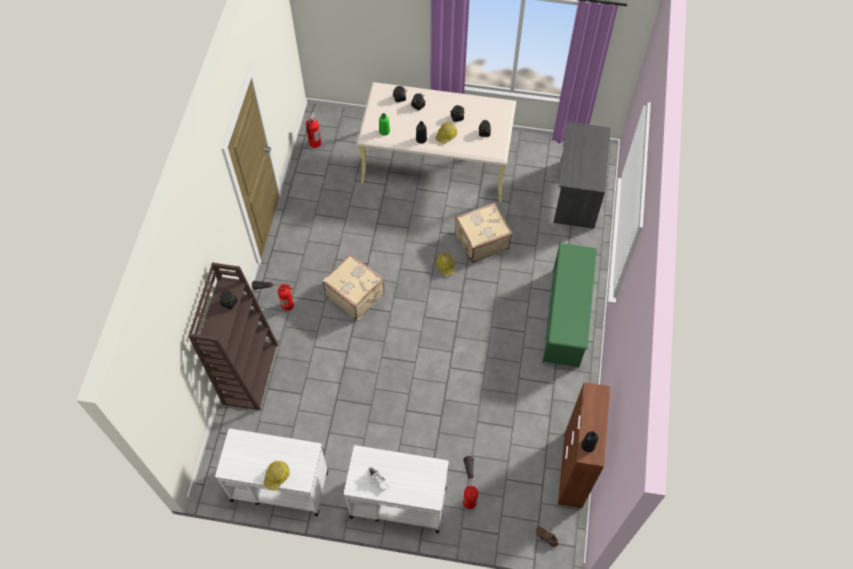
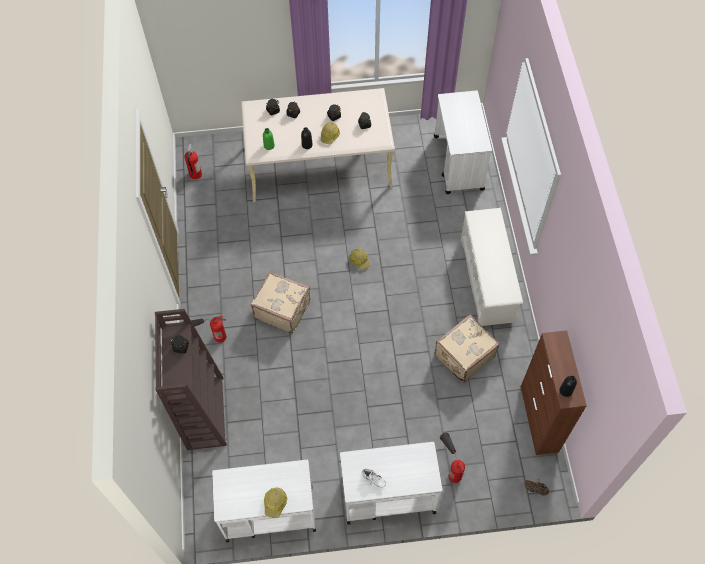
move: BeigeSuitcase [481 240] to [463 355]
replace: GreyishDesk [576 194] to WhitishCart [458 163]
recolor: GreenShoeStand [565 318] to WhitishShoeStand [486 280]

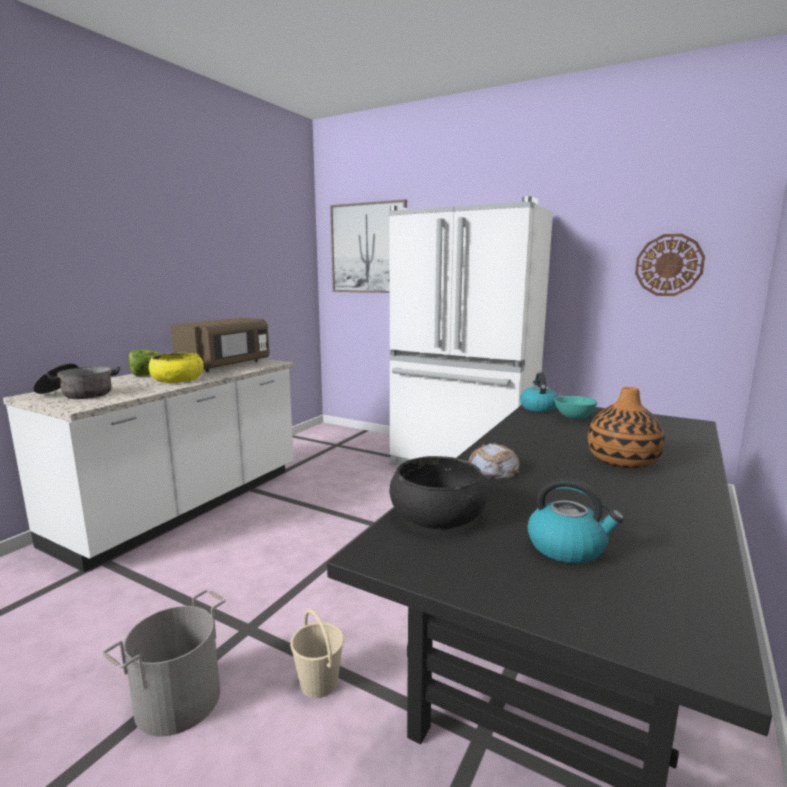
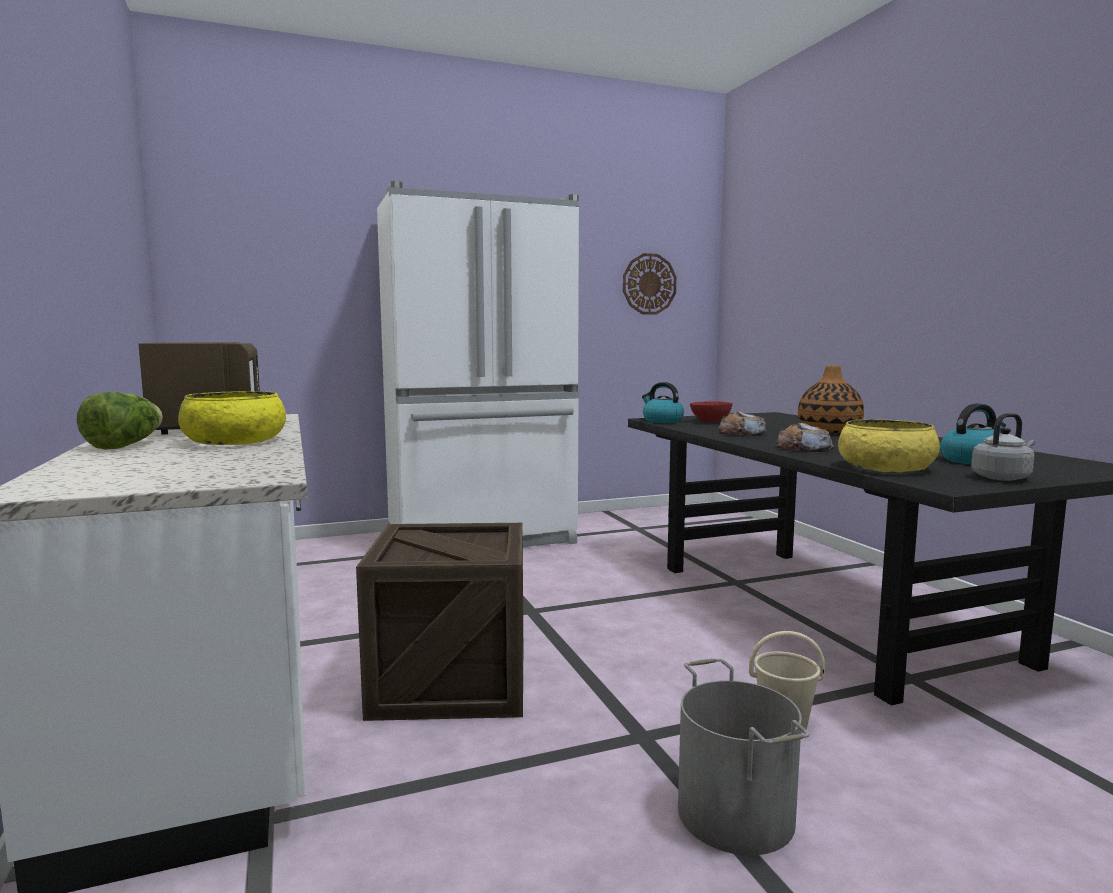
delete: Saucepot [77 394]; Picture [368 248]
insert: ShippingCrate [451 681]; BakeryBread [742 433]; GreyishTeaKettle [1002 477]
recolor: TurquoiseDeepDish [573 418] to ReddishDeepDish [709 422]; BlackColouredDeepDish [438 514] to YellowColouredDeepDish [886 468]

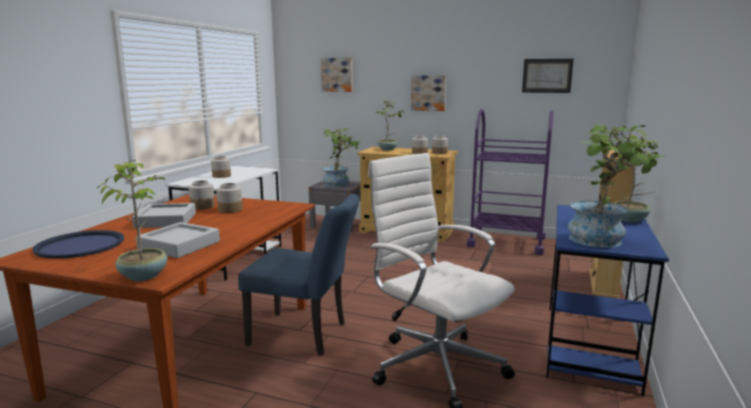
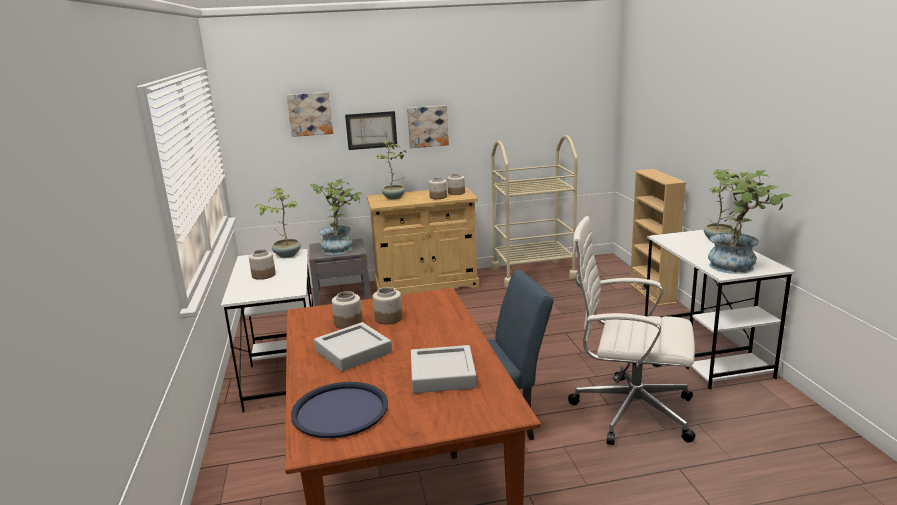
move: PottedPlant [144 275] to [287 255]; Picture [547 75] to [371 130]
recolor: PurpleCart [506 242] to BeigeCart [533 273]; BlueColouredDesk [589 346] to WhitishDesk [705 353]

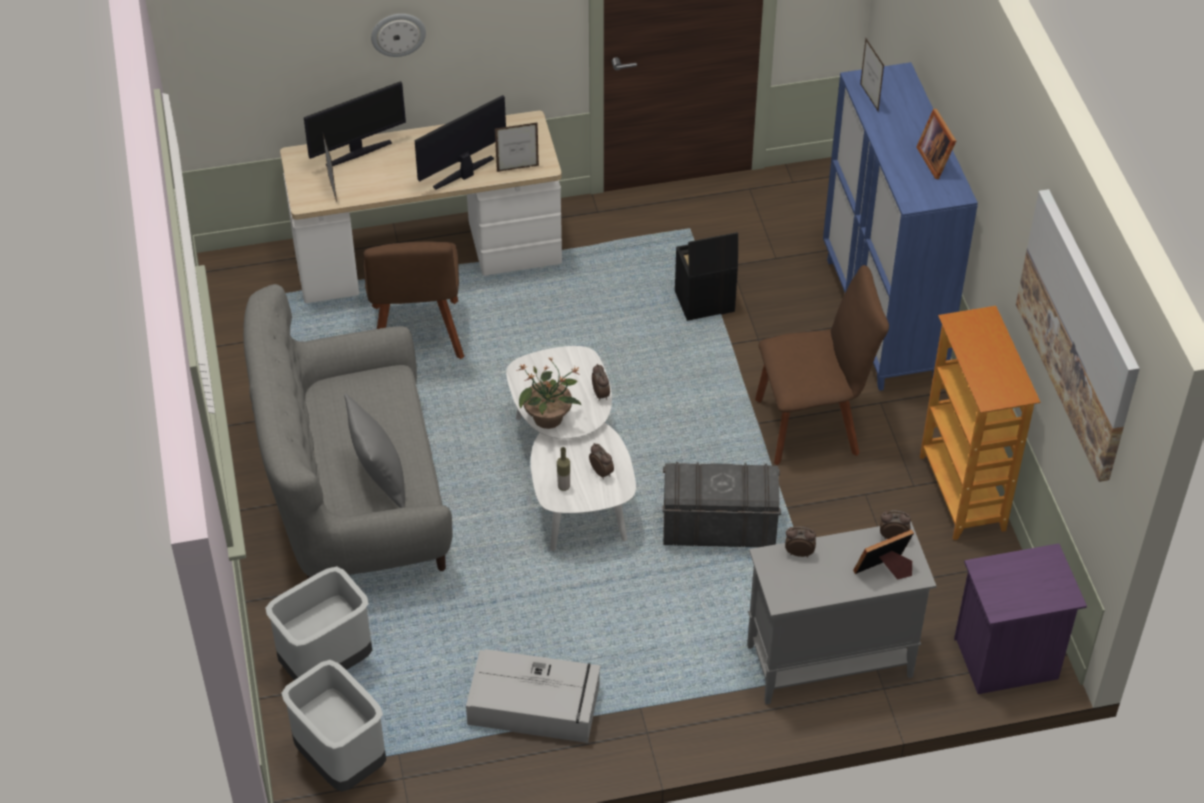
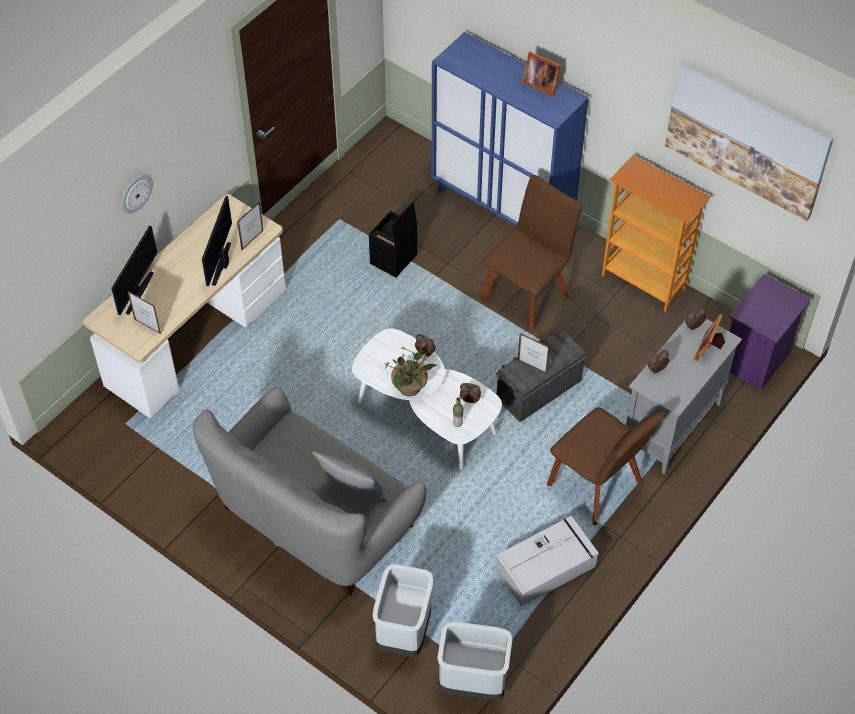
move: PictureFrame [869 98] to [532 367]; BrownColouredPlainChair [417 337] to [598 486]

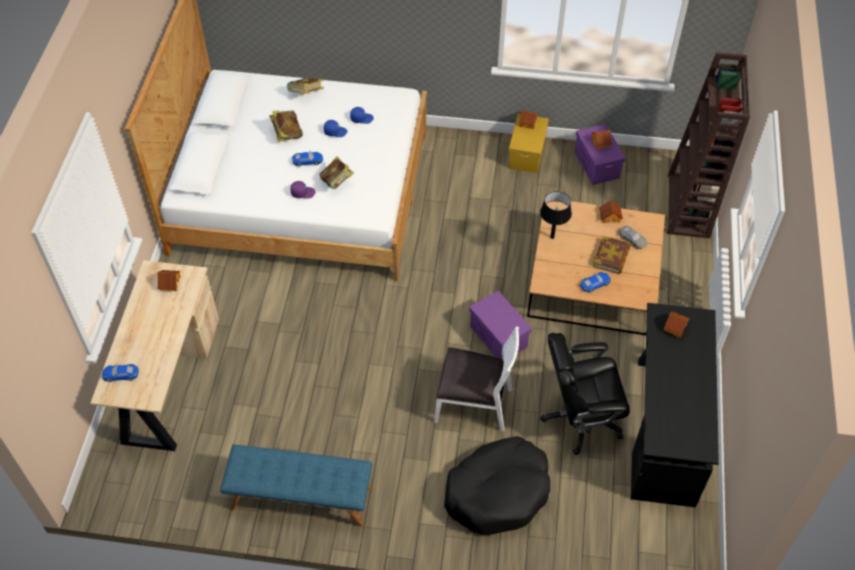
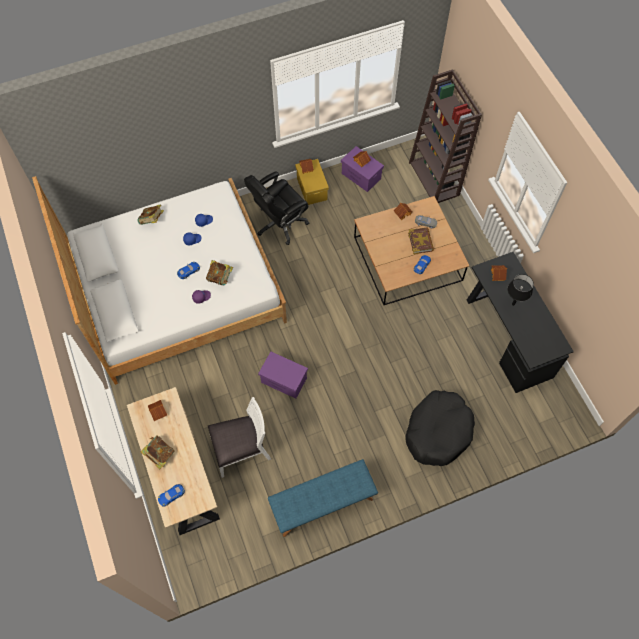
move: BoundBook [287 134] to [159 454]; WhitishPlainChair [474 403] to [241 449]; BlackColouredComputerChair [580 418] to [280 223]; PurpleStorageBin [498 336] to [283 380]; BlackColouredTabletopLamp [552 237] to [513 304]

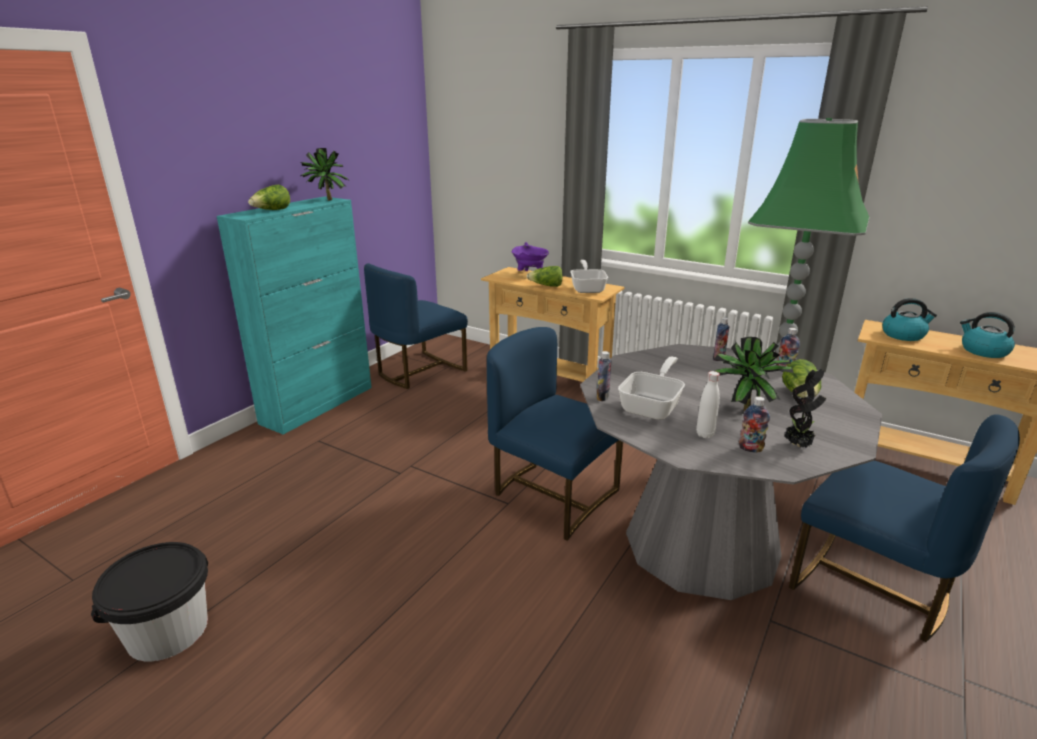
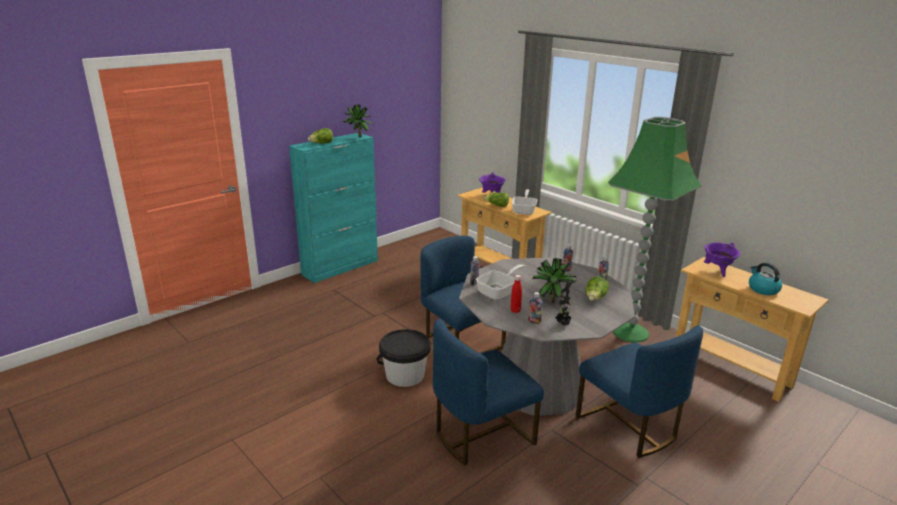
move: BlackColouredWaterBucket [168 631] to [405 375]; BlueColouredPlainChair [419 371] to [481 435]
replace: TeaKettle [903 335] to PurpleSaucepot [717 271]
recolor: WhitishBeverageBottle [705 434] to ReddishBeverageBottle [515 311]

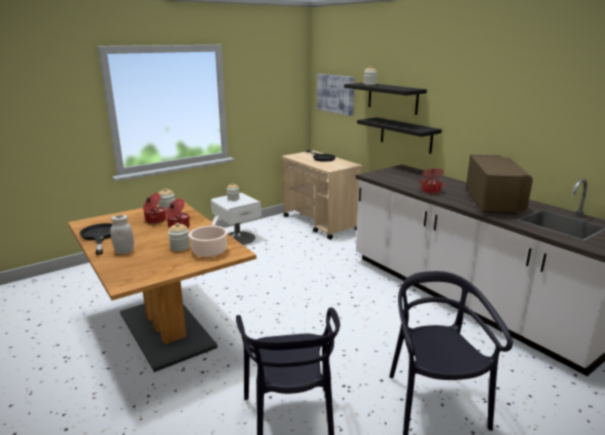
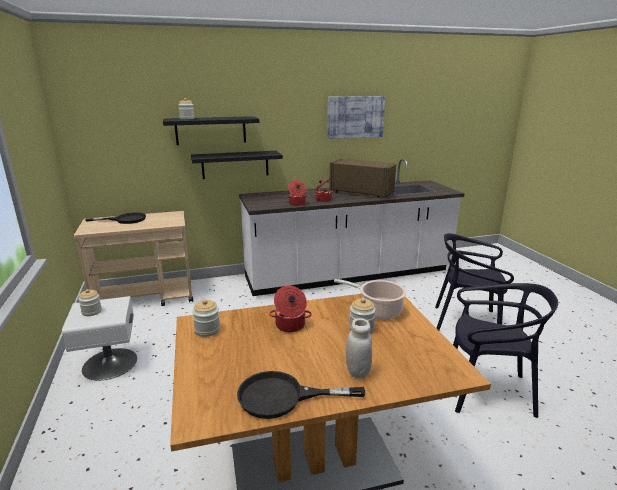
move: Saucepot [155 220] to [297 204]; Picture [335 94] to [355 117]

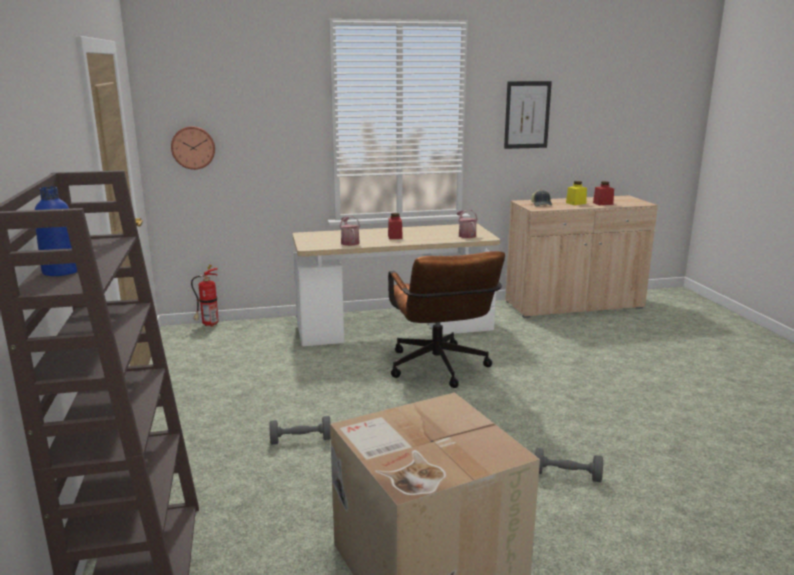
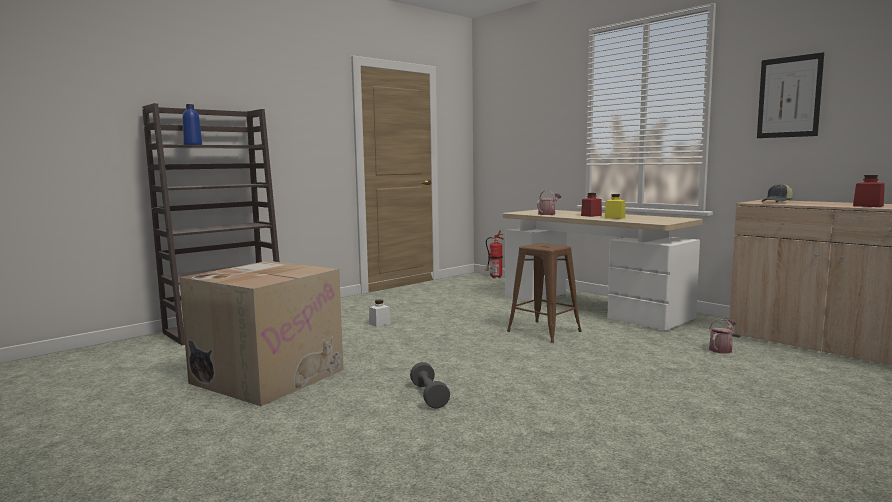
delete: HangingClock [193 147]
move: YellowColouredJar [576 203] to [614 218]; WateringCan [466 235] to [721 349]
replace: GreyishDumbbell [301 440] to WhitishJar [379 323]; BrownColouredComputerChair [439 370] to BrownColouredSittingStool [544 331]

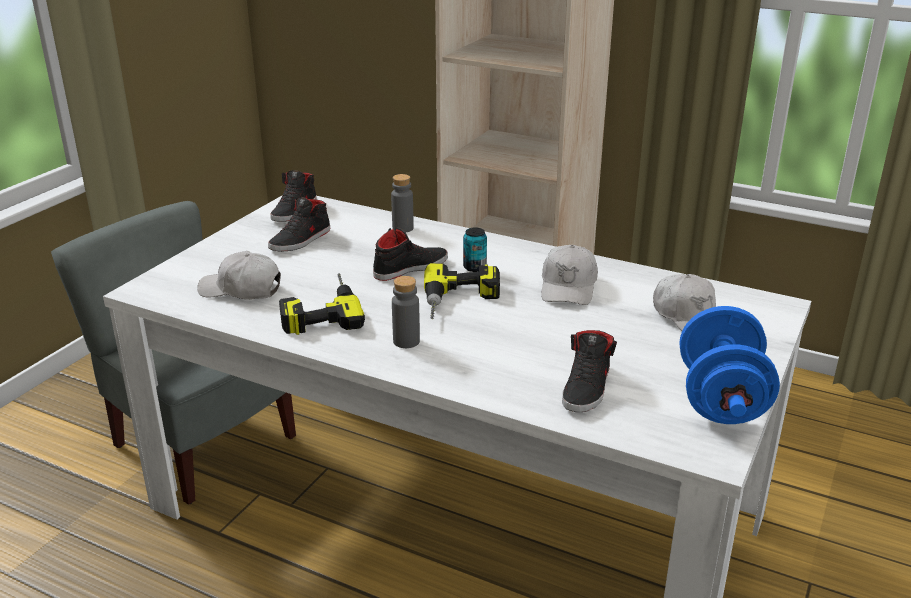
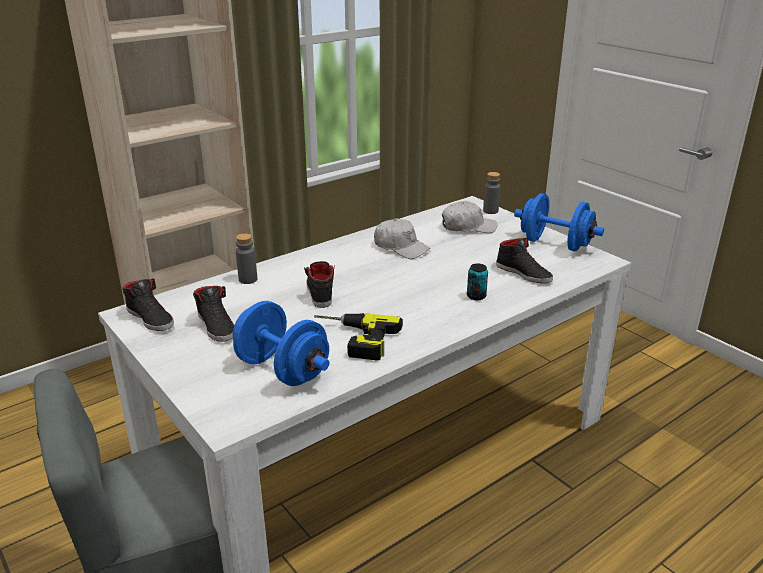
delete: PowerDrill [461 301]
move: MetalCan [474 267] to [476 296]; GreyishBeverageBottle [406 341] to [490 211]
replace: WhitishBaseballCap [241 290] to BlueColouredDumbbell [282 370]

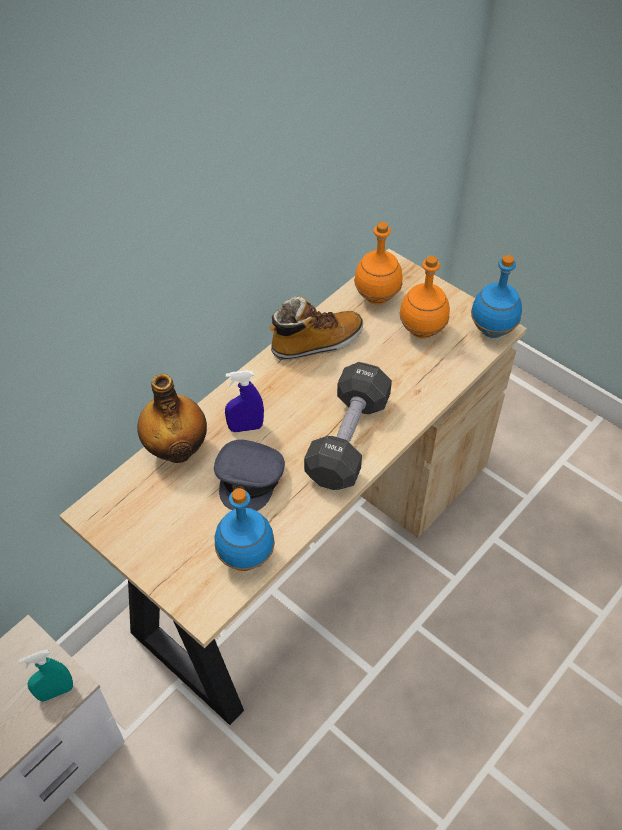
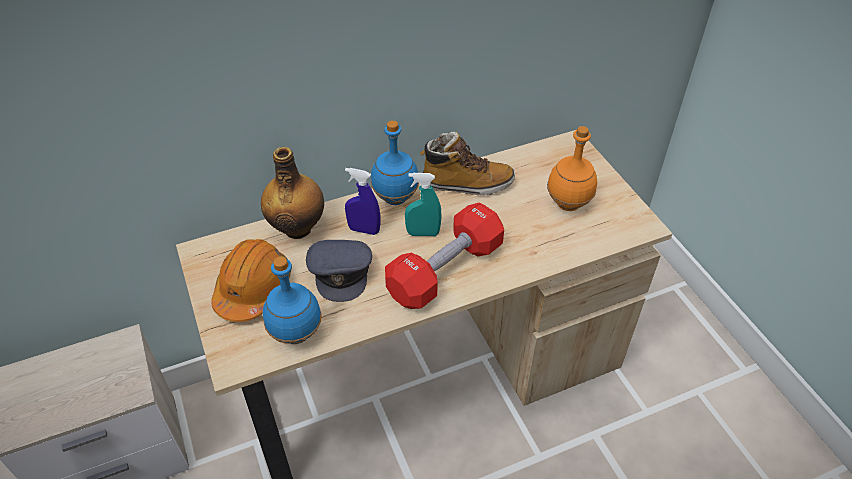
delete: OrangeColouredBeverageBottle [377 297]
insert: OrangeColouredWorkHelmet [253 289]
move: BlueColouredBeverageBottle [491 331] to [394 198]; TurquoiseSprayBottle [55 692] to [423 233]
recolor: BlackColouredDumbbell [348 439] to ReddishDumbbell [445 270]
rotate: GreyishBaseballCap [250 478] = [341 271] 45 degrees counterclockwise

